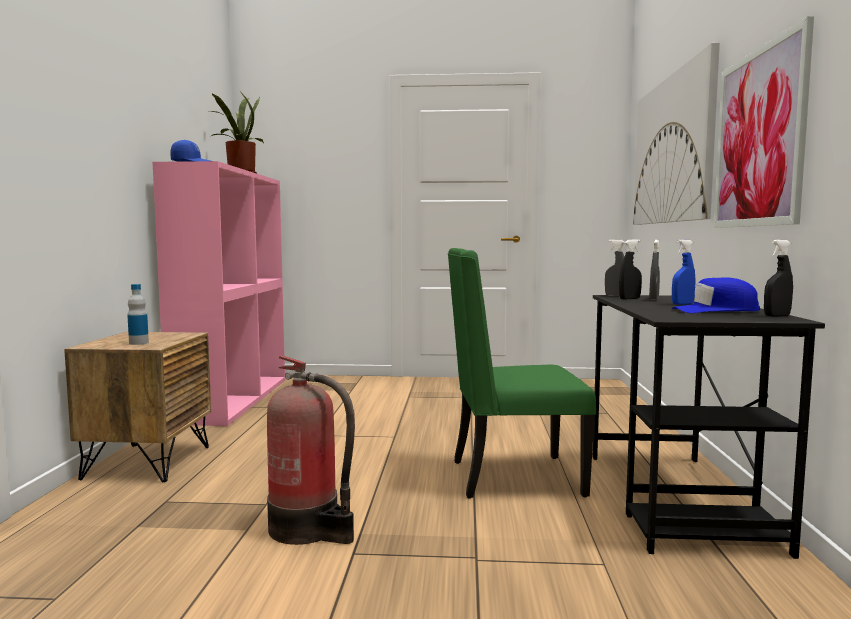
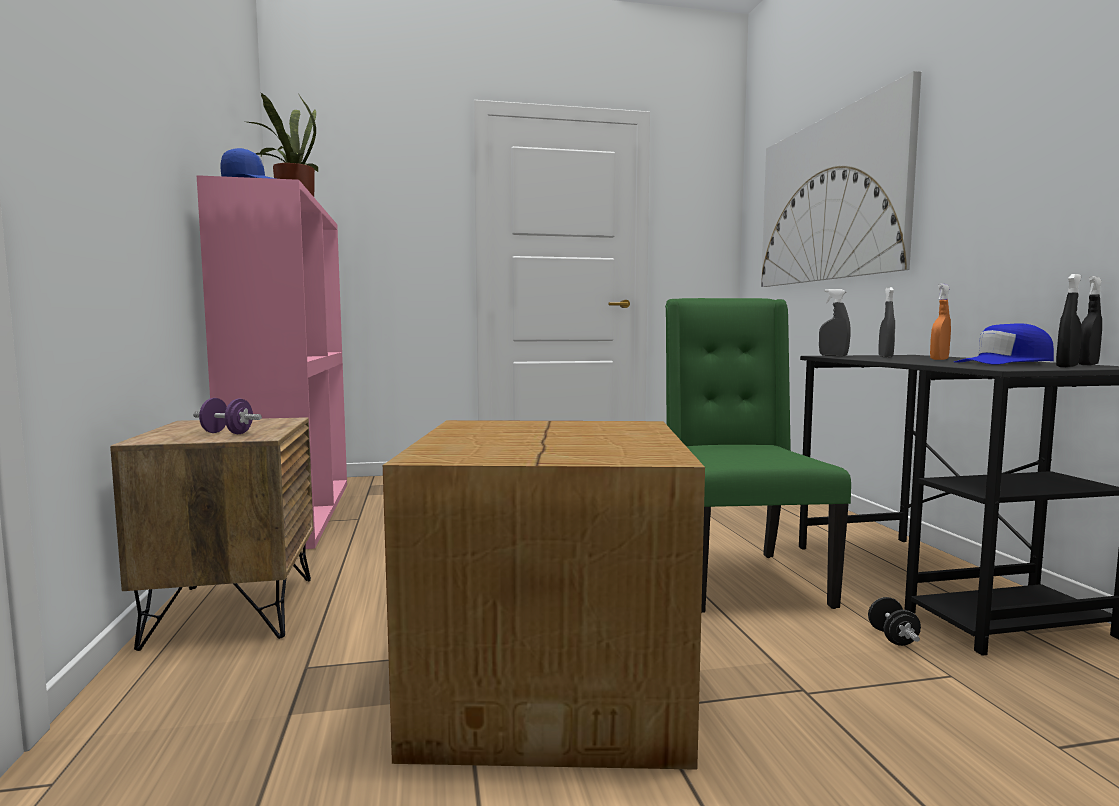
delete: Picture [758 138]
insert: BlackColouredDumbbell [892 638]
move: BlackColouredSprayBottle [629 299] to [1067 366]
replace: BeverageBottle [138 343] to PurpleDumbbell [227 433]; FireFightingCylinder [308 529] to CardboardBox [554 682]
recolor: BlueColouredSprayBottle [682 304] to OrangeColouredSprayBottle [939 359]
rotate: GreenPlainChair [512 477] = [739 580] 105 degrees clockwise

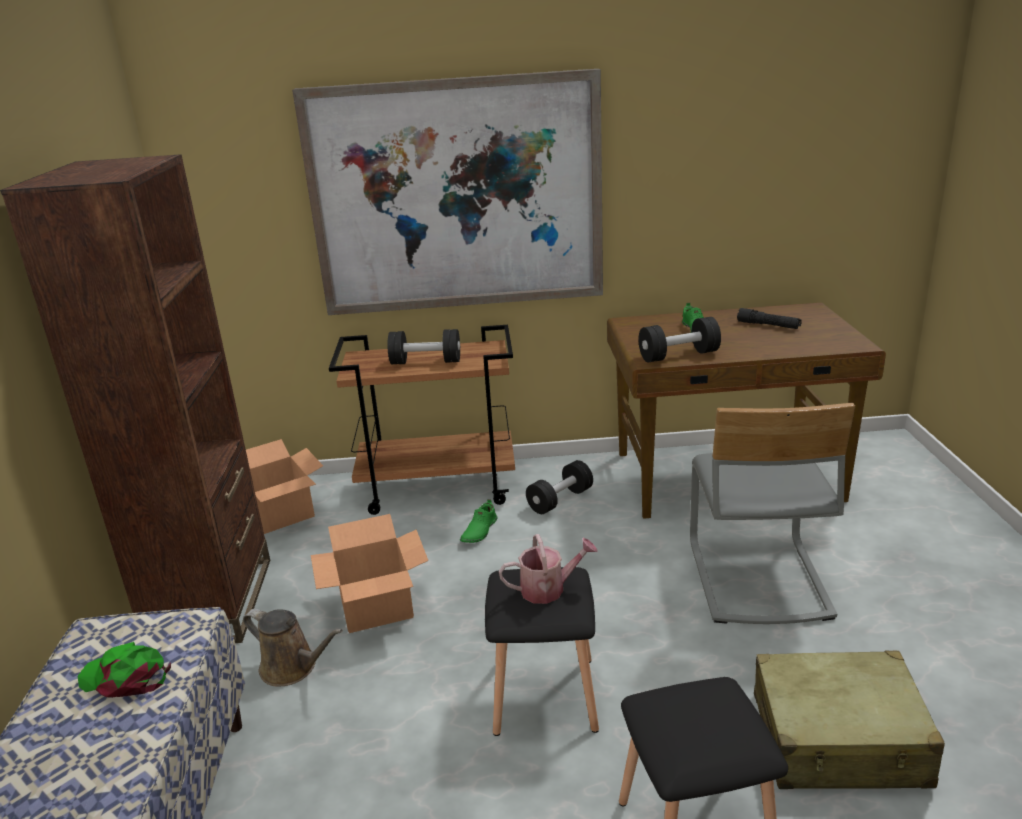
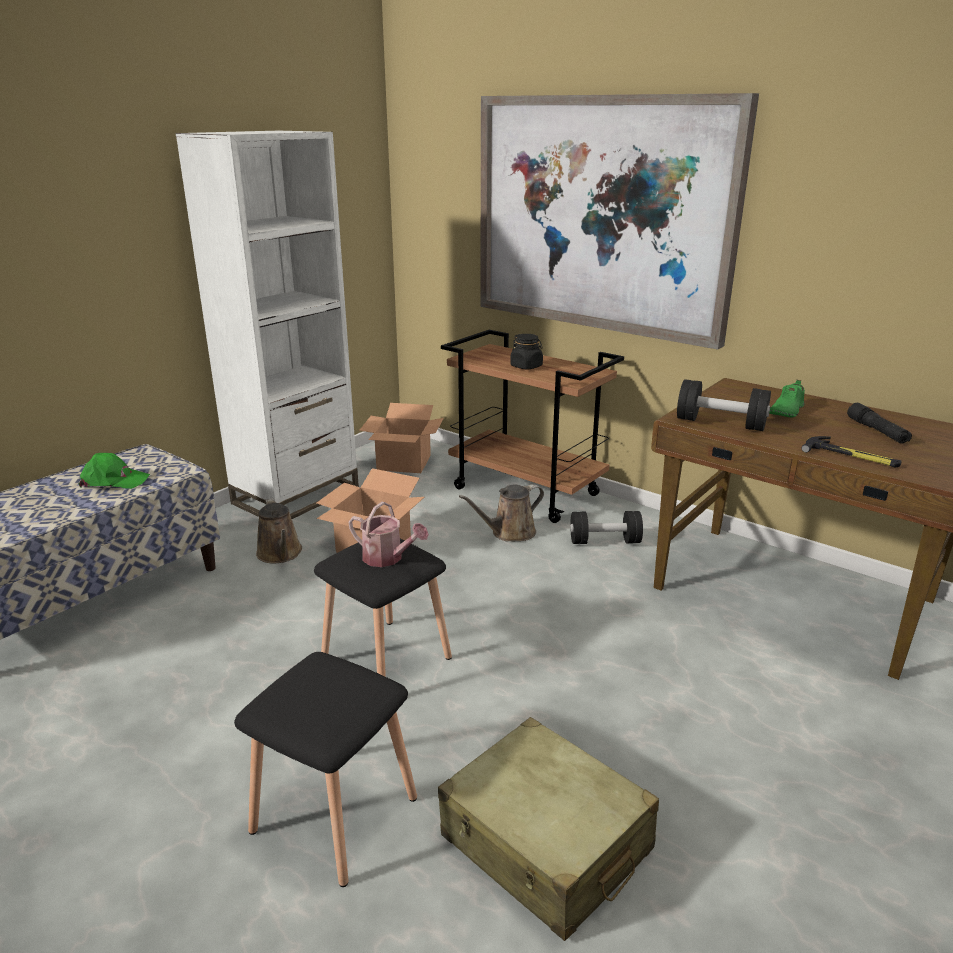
delete: GreyishPlainChair [756 578]
insert: HandHammer [851 456]
replace: GreenItemOfFootwear [479 531] to BrownColouredWateringCan [509 533]; BlackColouredDumbbell [426 362] to BlackColouredJar [526 366]
recolor: BrownColouredBookcase [212 602] to WhitishBookcase [296 495]
rotate: GreenBaseballCap [125 678] = [114 481] 120 degrees clockwise

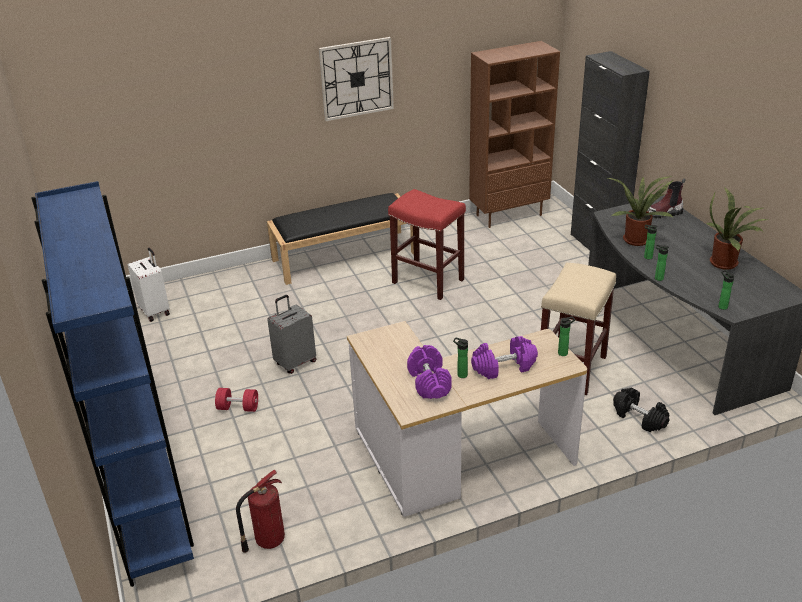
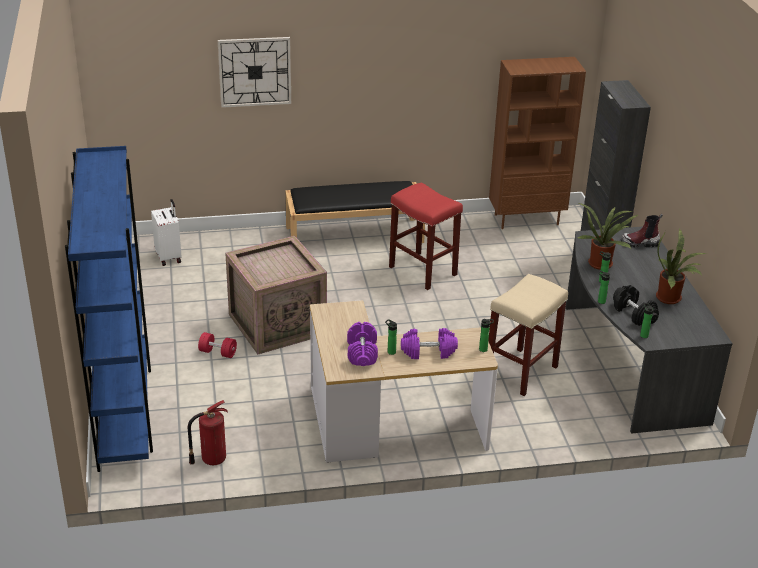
move: HangingClock [357 79] to [255 71]; BlackColouredDumbbell [639 418] to [633 314]
replace: GreyishSuitcase [295 362] to ShippingCrate [278 323]

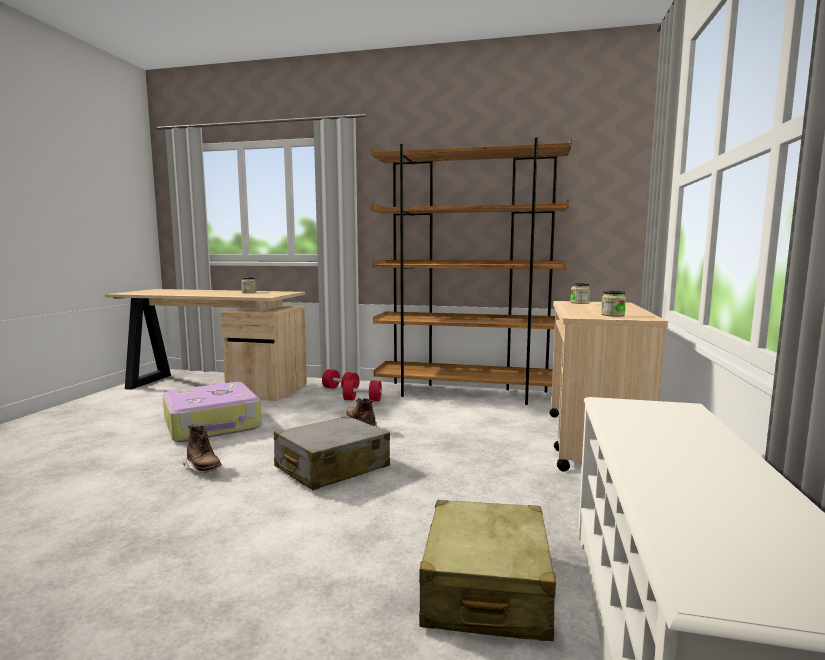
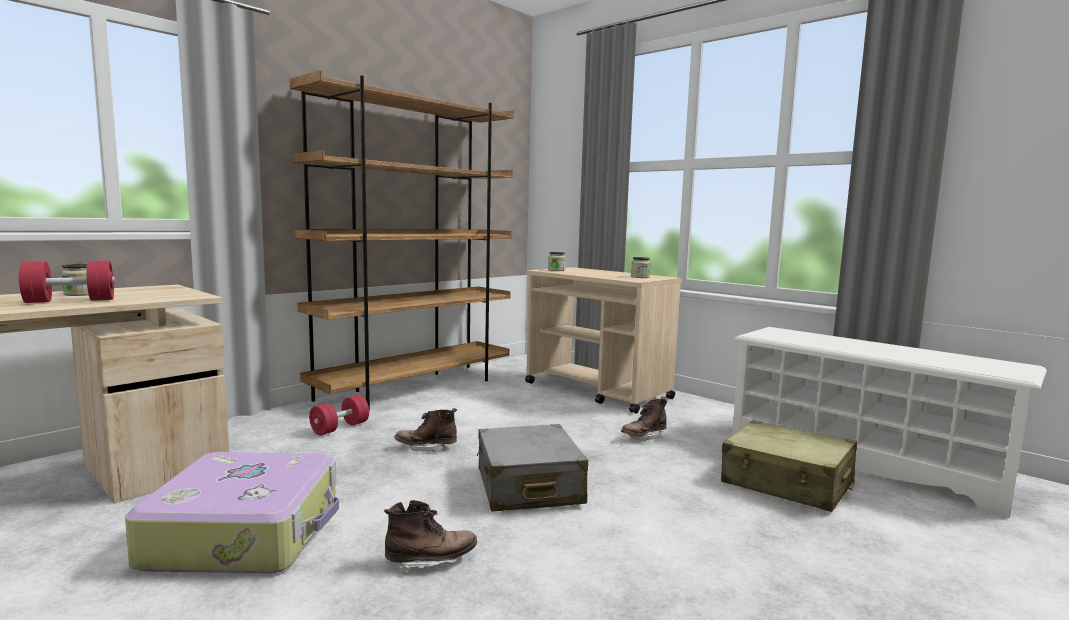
insert: BrownColouredBoot [643 437]
move: ReddishDumbbell [341 389] to [71 301]

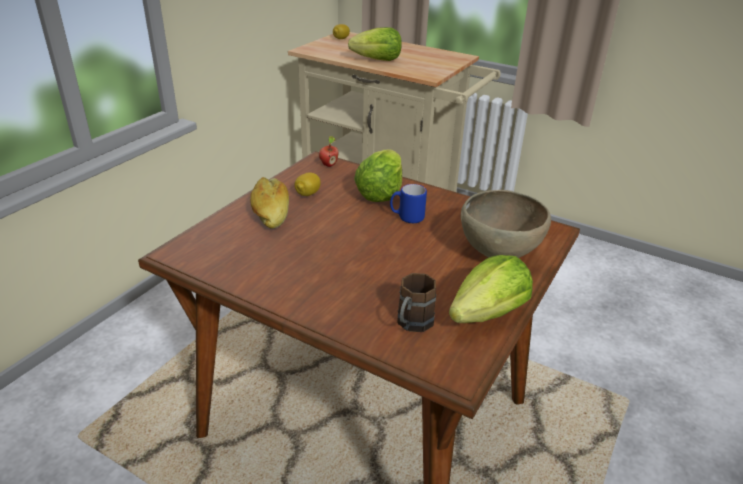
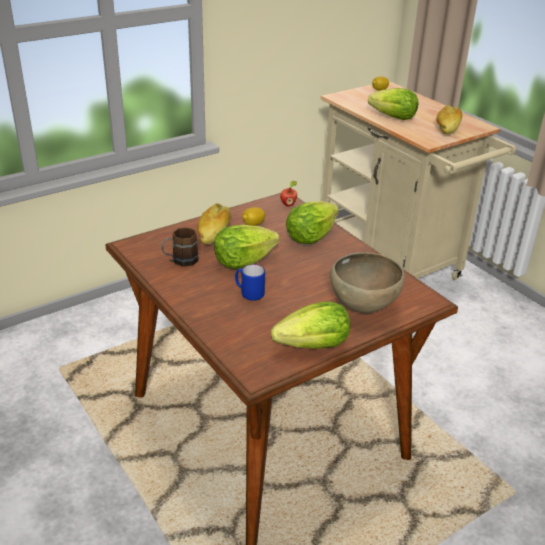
insert: Lettuce [243 261]; BakeryBread [447 127]
move: BrownColouredTeaMug [411 325] to [180 261]; BlueColouredTeaMug [406 217] to [249 293]

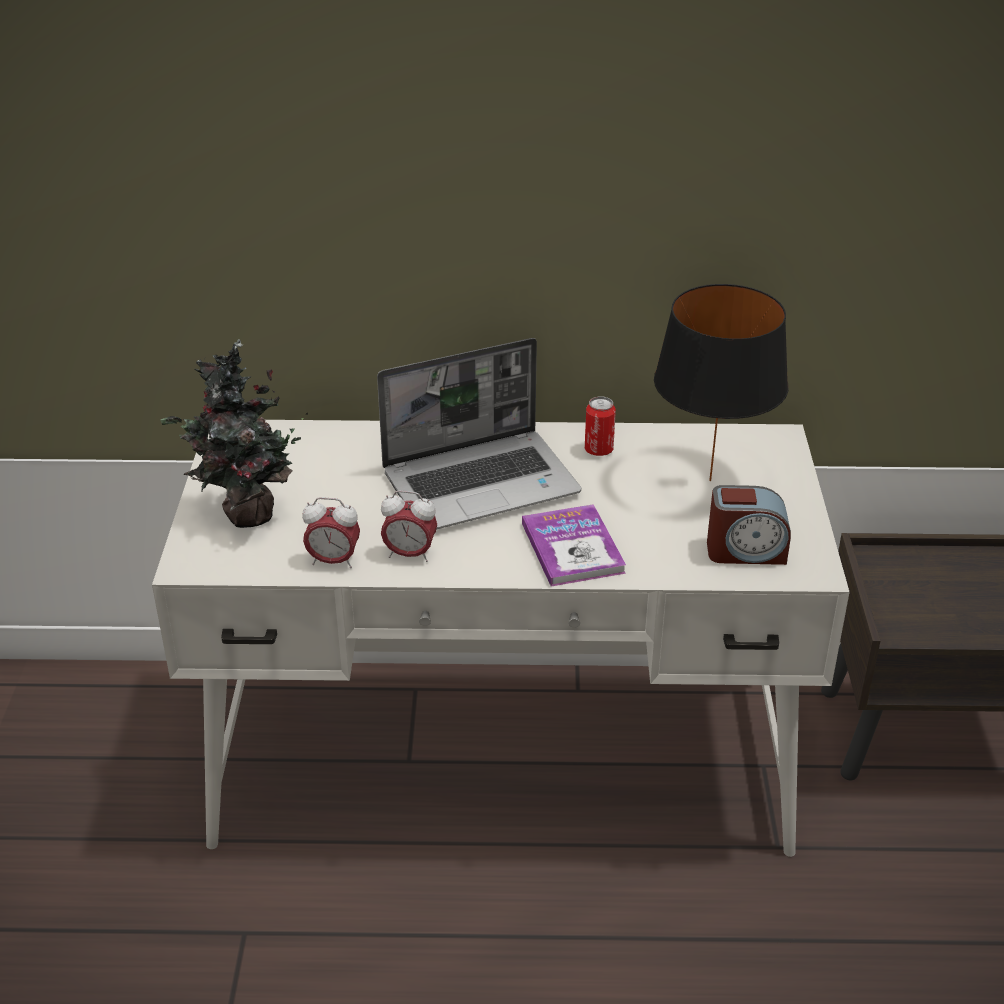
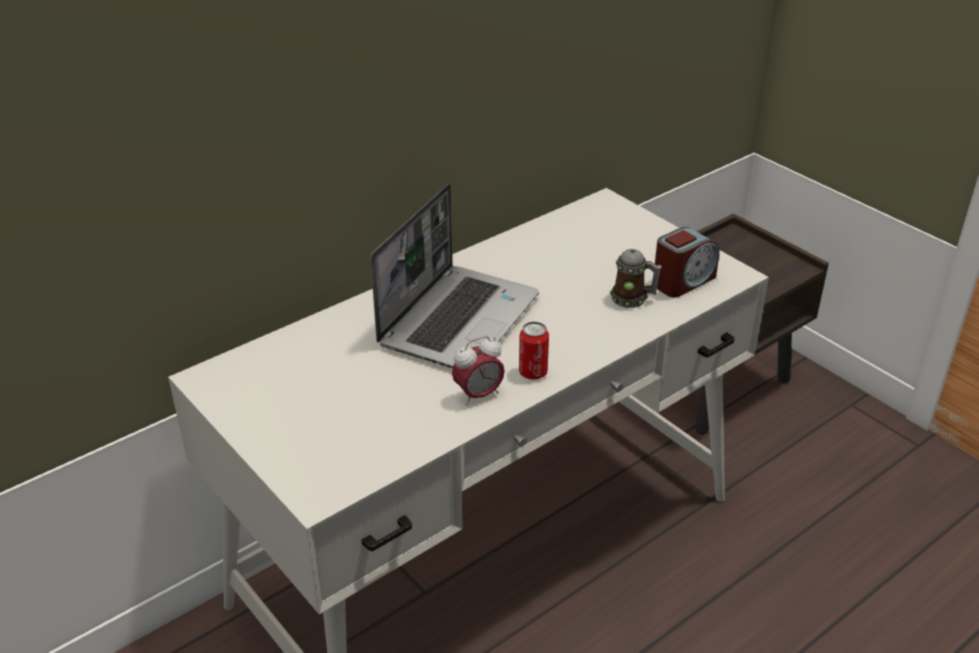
delete: PottedPlant [245 516]; AlarmClock [333 561]; BoundBook [572 548]; BlackColouredTabletopLamp [711 481]
insert: TeaMug [633 299]
move: MetalCan [598 450] to [533 372]

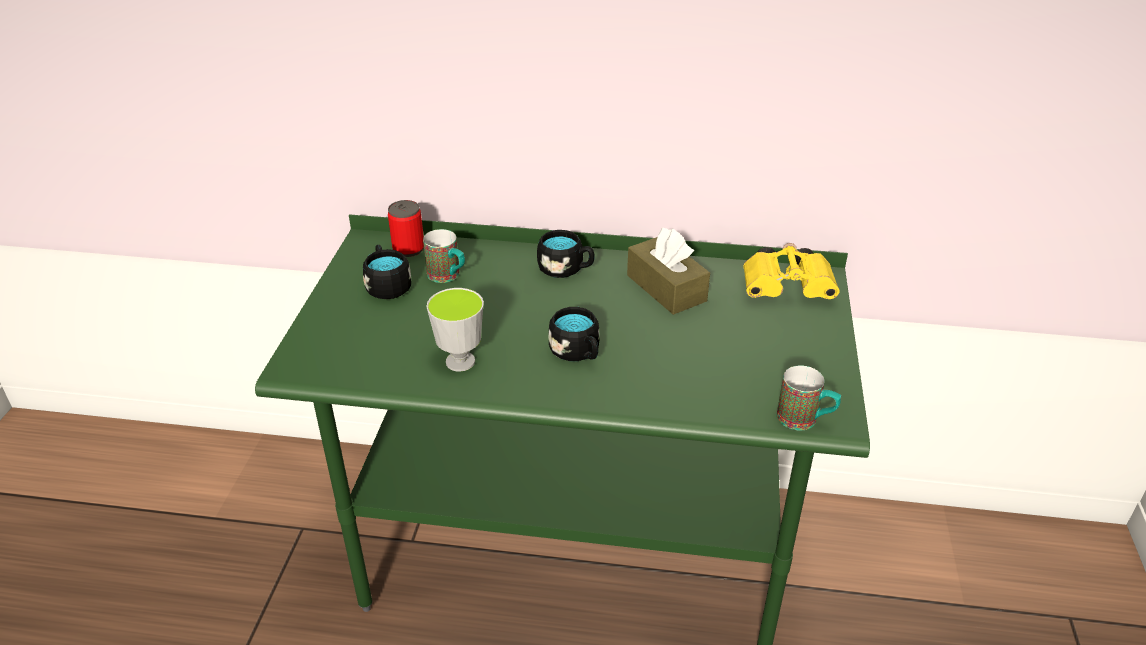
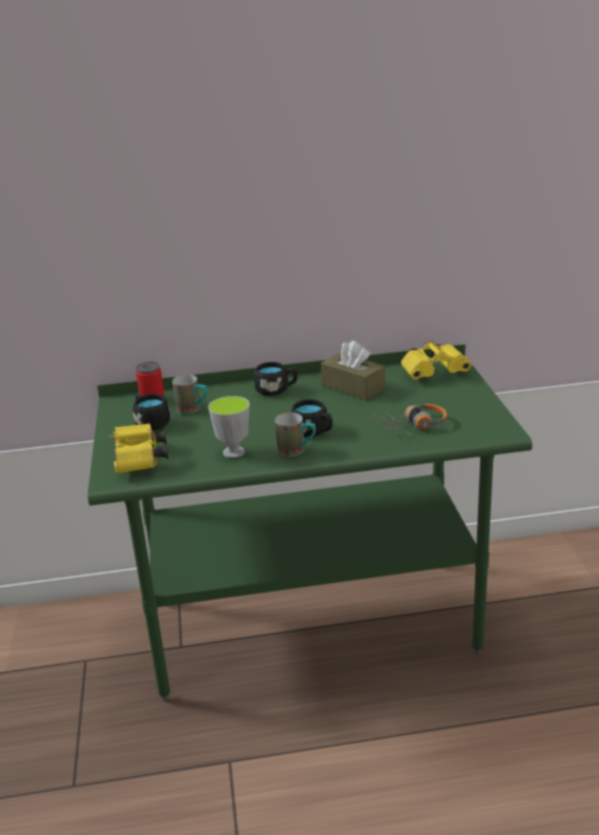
insert: YellowColouredPairOfBinoculars [140 461]; PairOfHeadphones [413 426]
move: TeaMug [805 420] to [297 451]

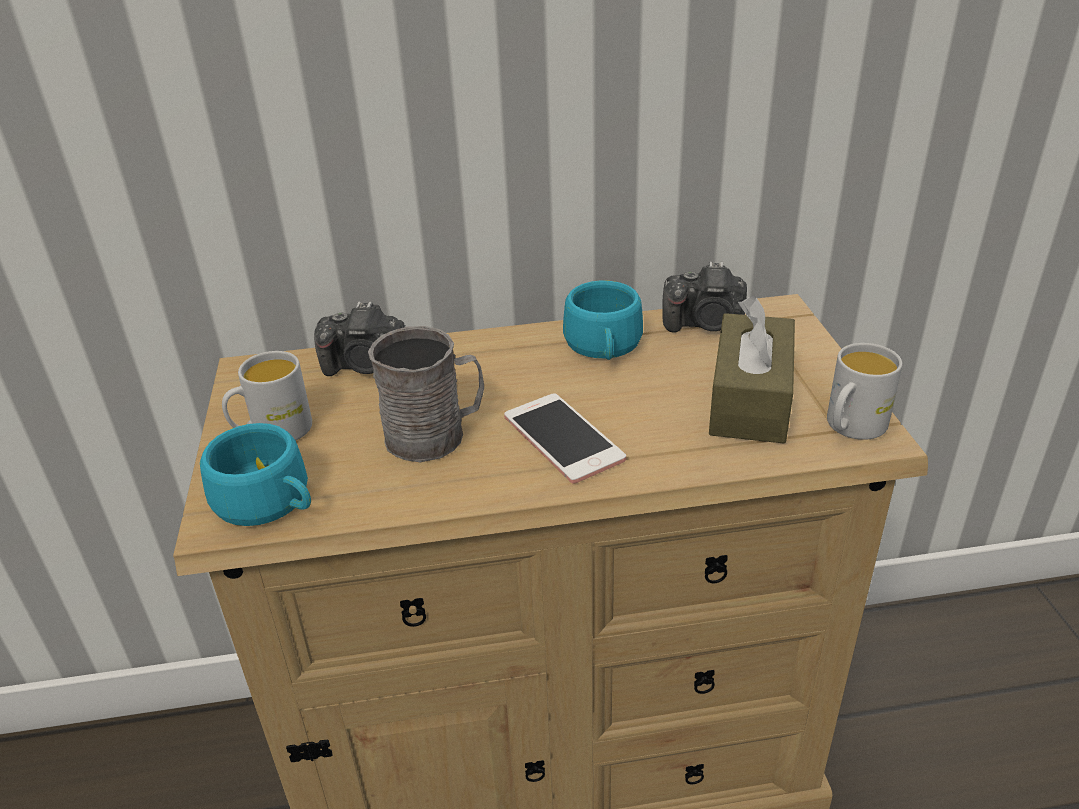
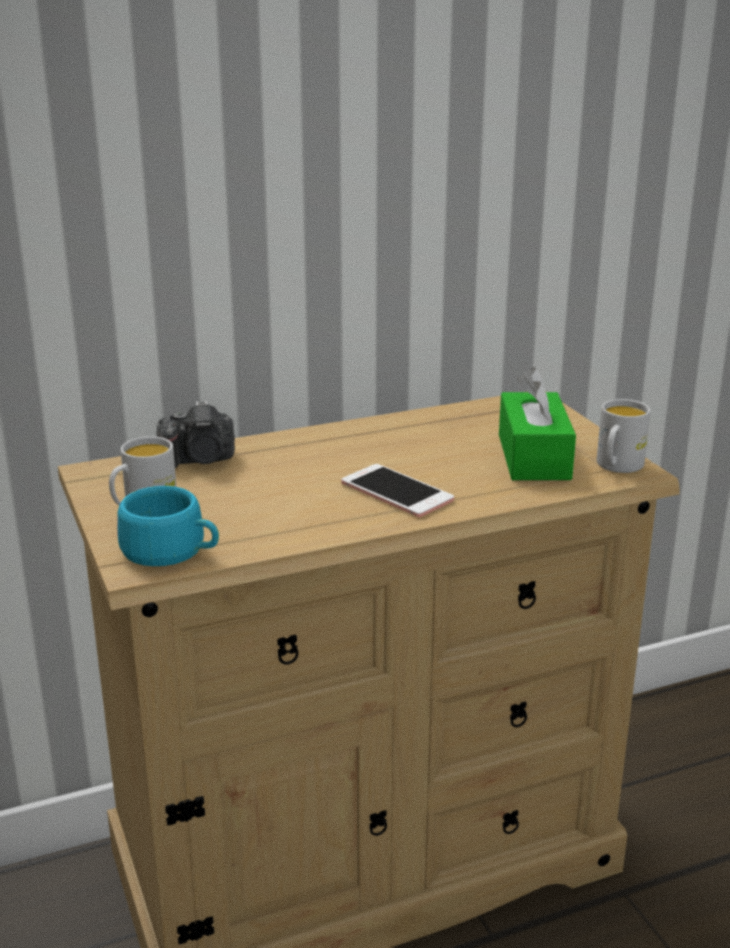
delete: GreyishTeaMug [436 434]; TurquoiseCup [604 347]; StillCamera [705 324]
recolor: BrownColouredTissueHolder [750 400] to GreenTissueHolder [533 457]

